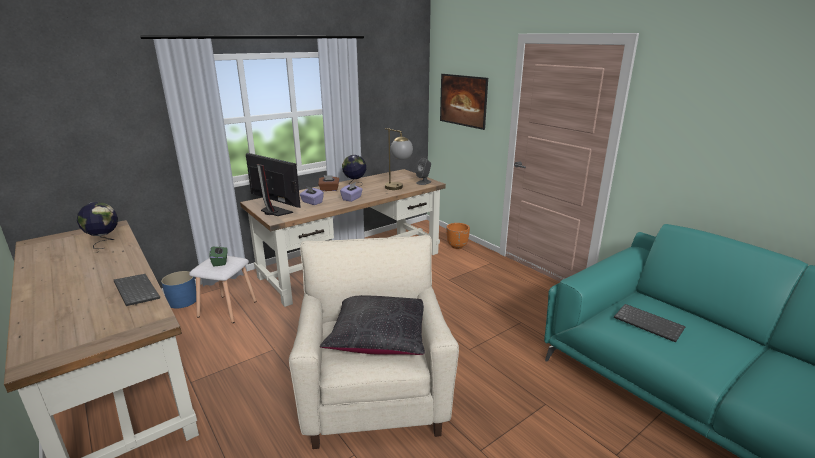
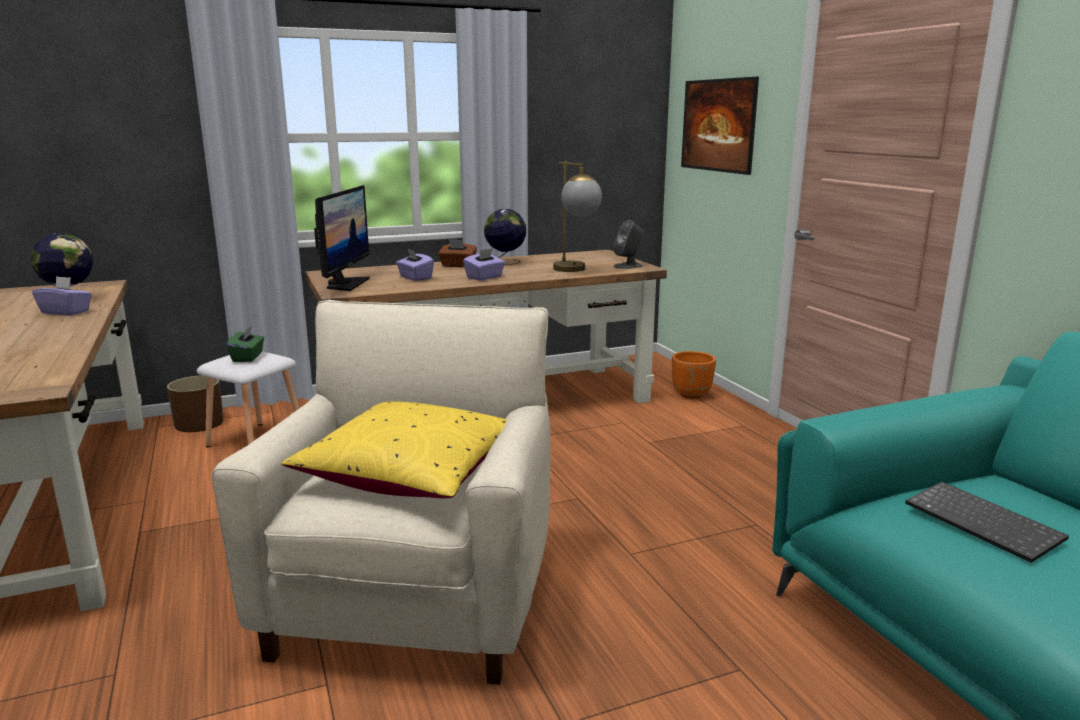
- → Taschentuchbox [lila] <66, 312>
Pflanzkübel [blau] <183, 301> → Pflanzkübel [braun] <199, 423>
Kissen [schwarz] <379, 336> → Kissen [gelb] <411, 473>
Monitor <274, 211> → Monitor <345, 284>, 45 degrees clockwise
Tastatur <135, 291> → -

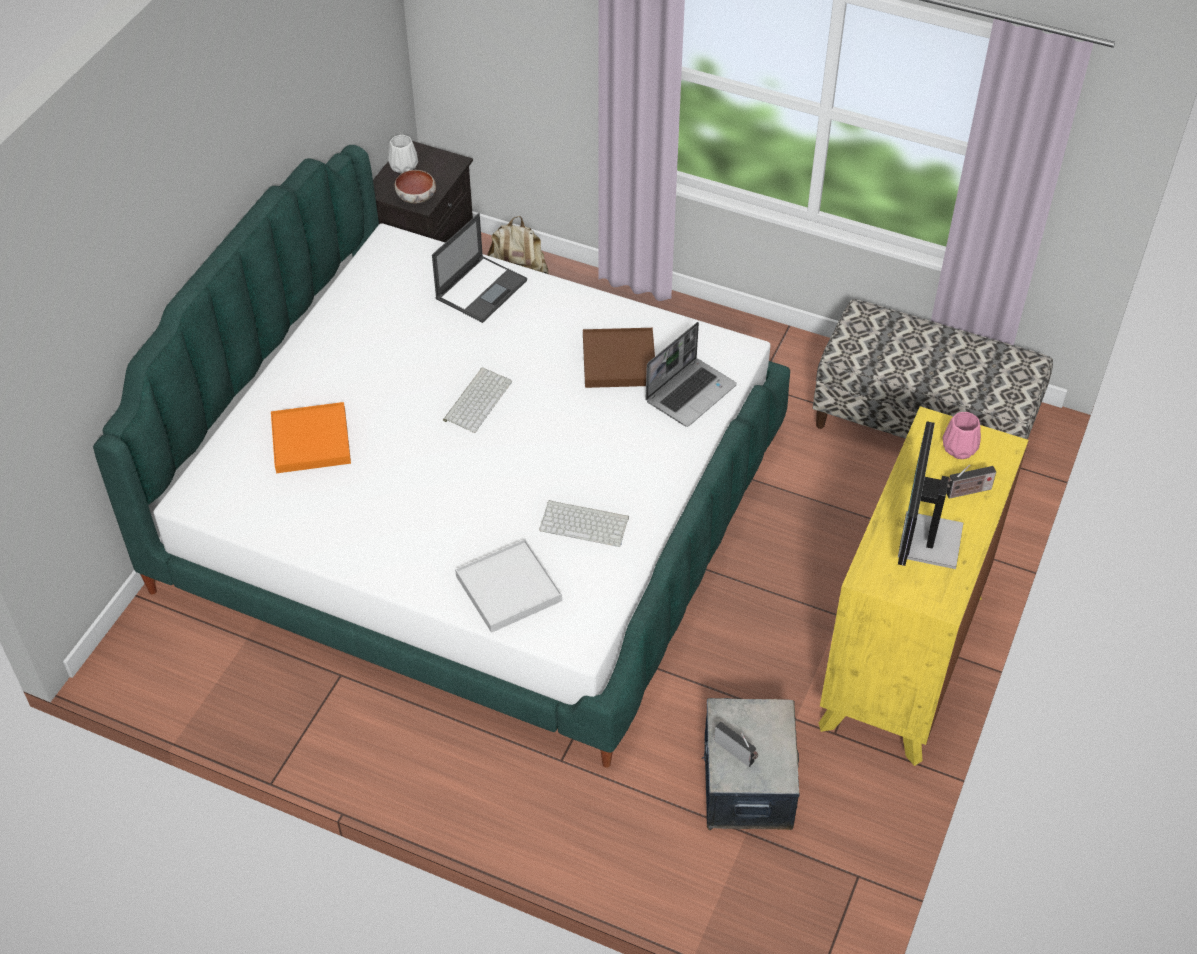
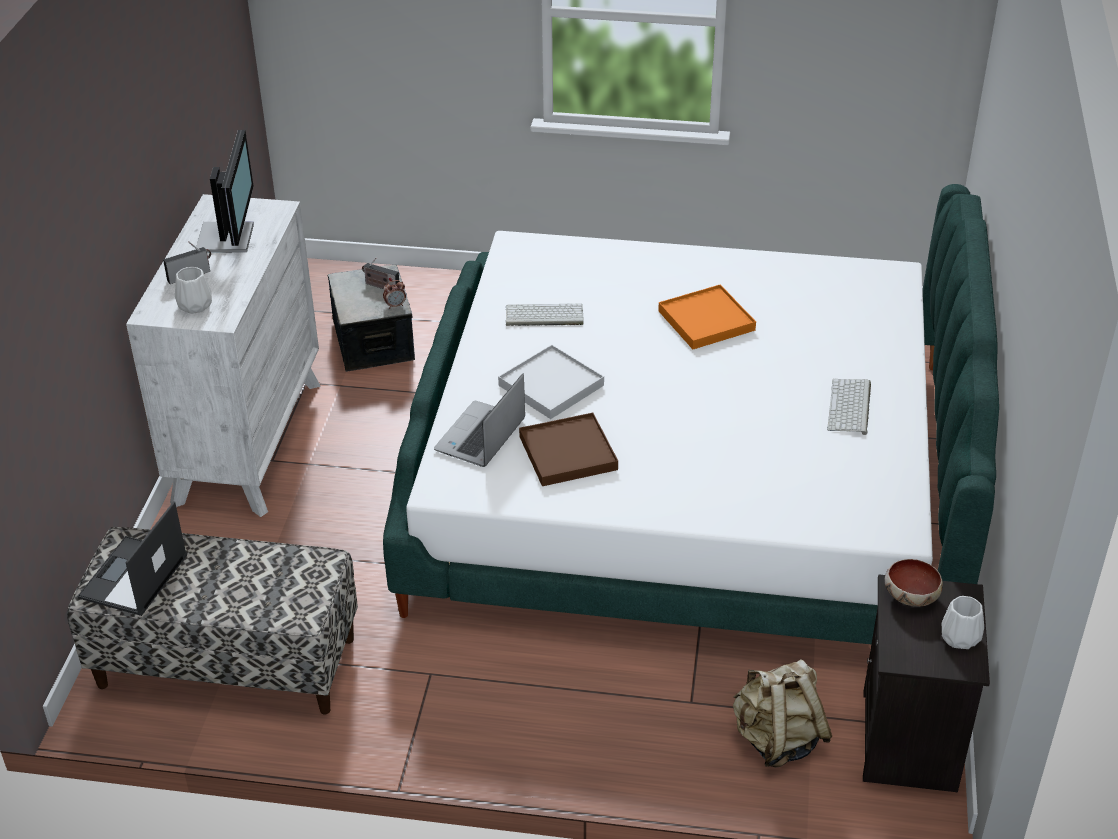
Laptop <481, 289> → Laptop <133, 577>, moved
Kommode [gelb] <902, 659> → Kommode [weiß] <248, 441>
Vase [rosa] <960, 448> → Vase [weiß] <194, 305>
- → Wecker <395, 305>
Tablett [weiß] <509, 588> → Tablett [weiß] <550, 385>, moved
Tablett [orange] <311, 441> → Tablett [orange] <706, 321>, moved
Tastatur <477, 399> → Tastatur <850, 407>, moved

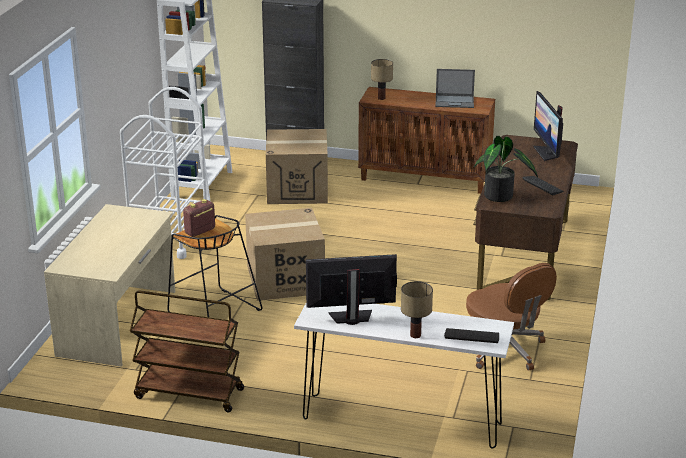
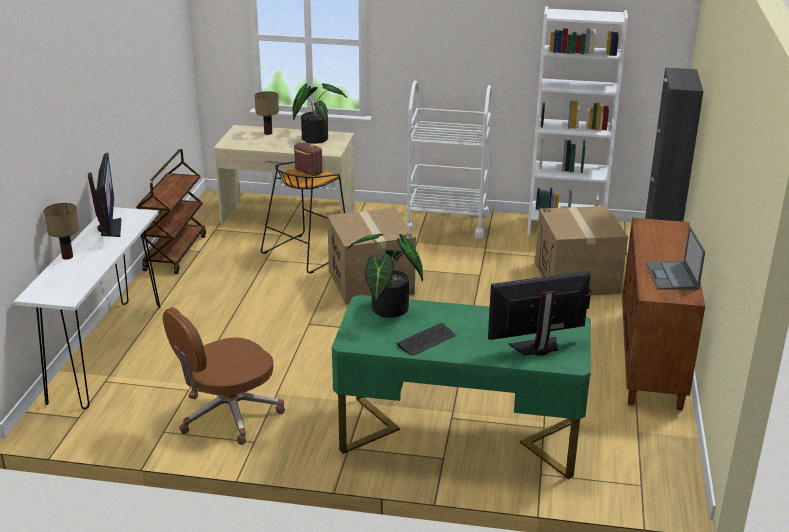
Tischlampe <381, 98> → Tischlampe <268, 133>, moved
- → Topfpflanze <315, 138>
Schreibtisch [braun] <523, 254> → Schreibtisch [grün] <459, 436>
Tastatur <472, 336> → -

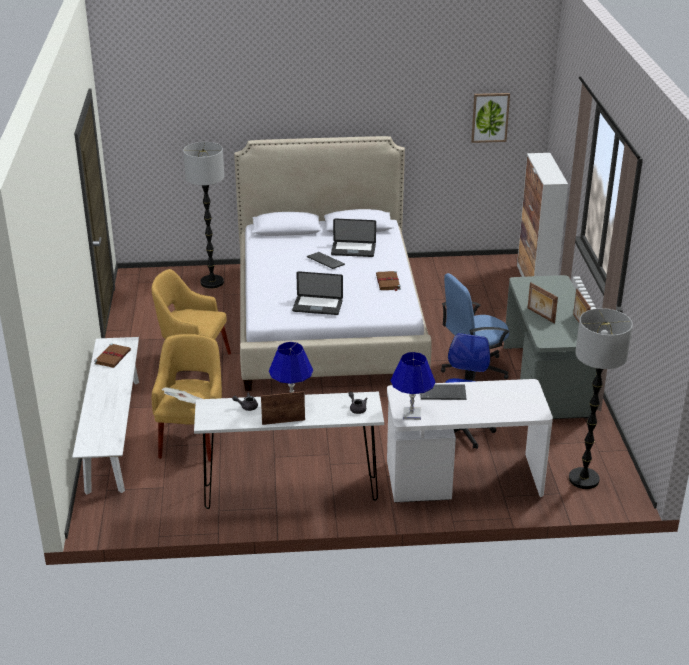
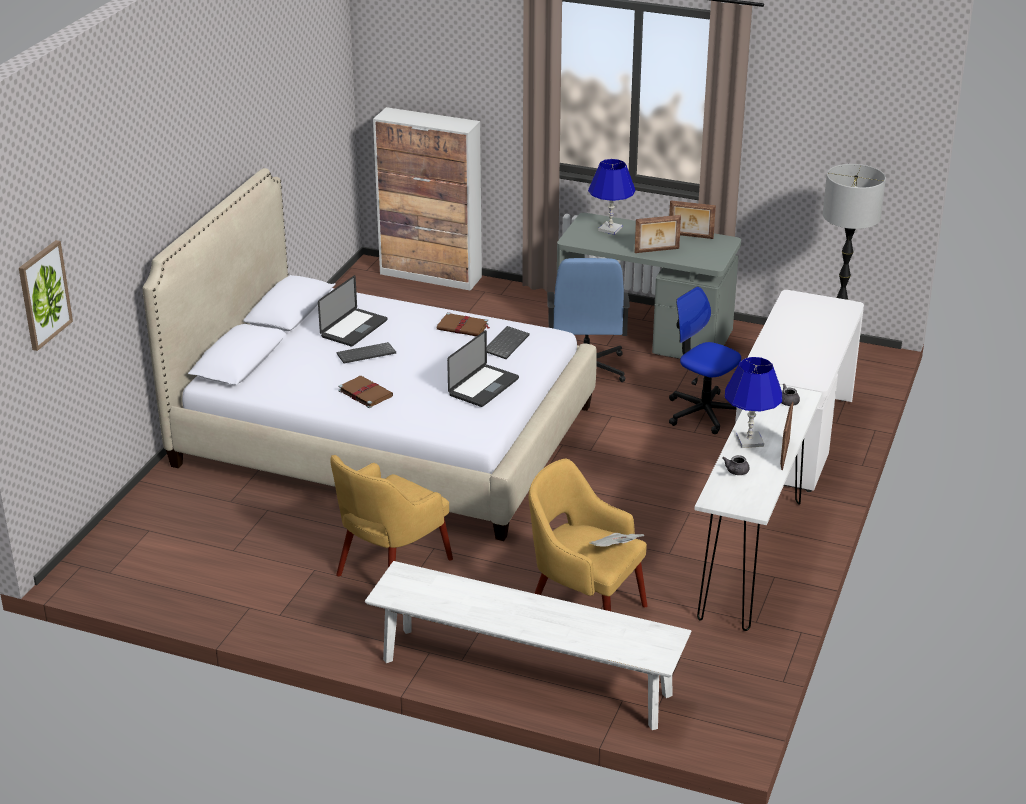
Bild <490, 117> → Bild <44, 294>, moved
Buch [braun] <113, 356> → Buch [braun] <364, 393>, moved
Tastatur <443, 393> → Tastatur <505, 343>, moved
Tischlampe [blau] <411, 414> → Tischlampe [blau] <610, 229>, moved
Stehlampe <212, 282> → -

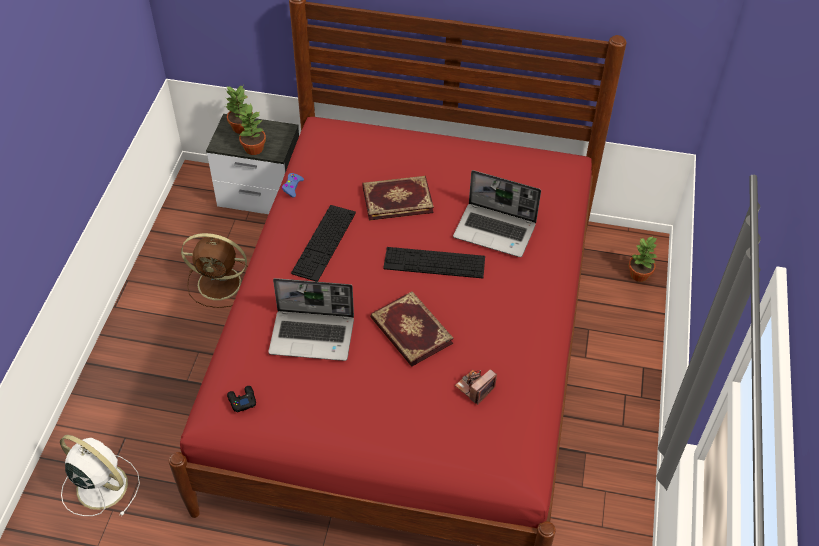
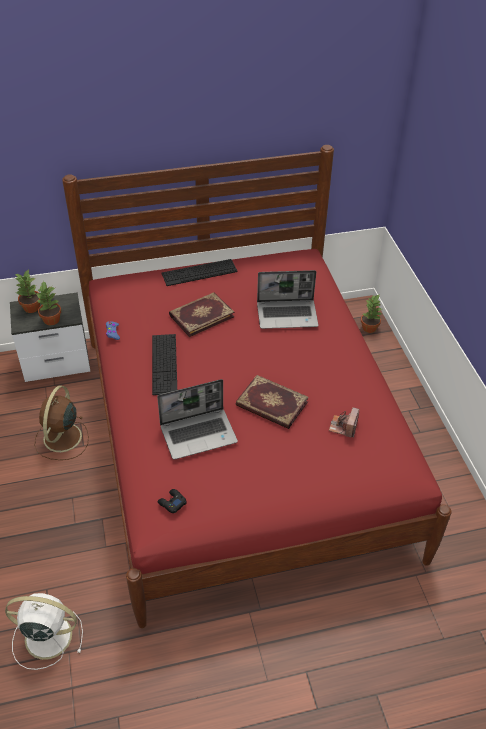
Ventilator [braun] <221, 283> → Ventilator [braun] <62, 439>, 120 degrees clockwise
Tastatur <434, 263> → Tastatur <199, 272>, moved

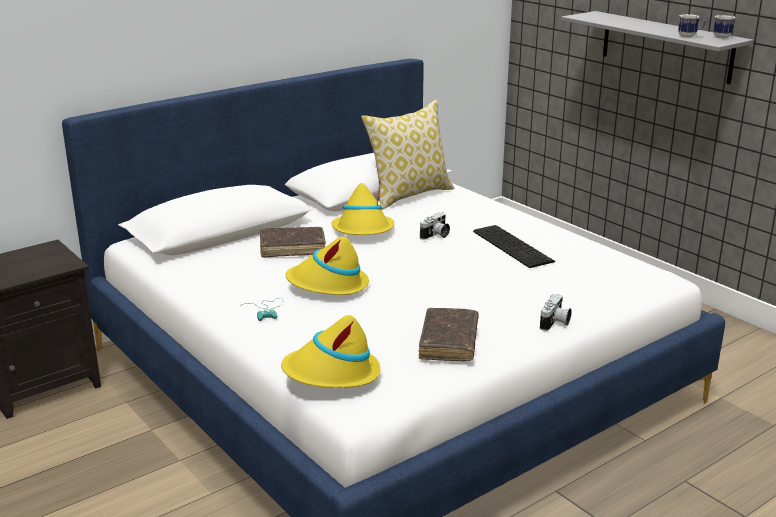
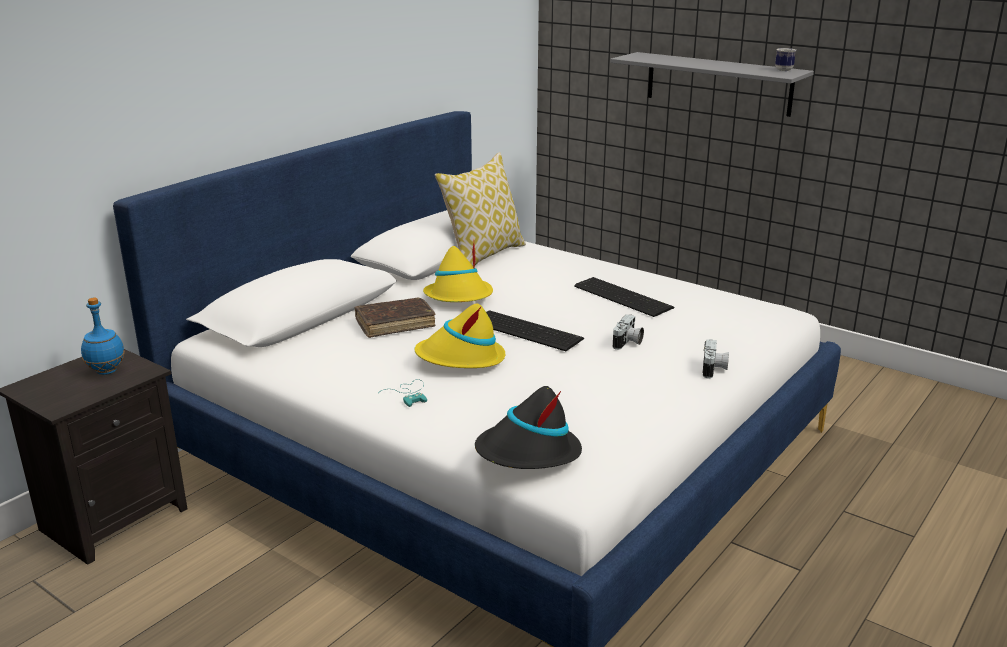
- → Flasche [blau] <106, 371>
Hut [gelb] <332, 373> → Hut [schwarz] <528, 453>
- → Tastatur <526, 329>
Kamera <435, 235> → Kamera <628, 343>, moved
Buch [braun] <448, 342> → -
Henkelbecher <689, 36> → -

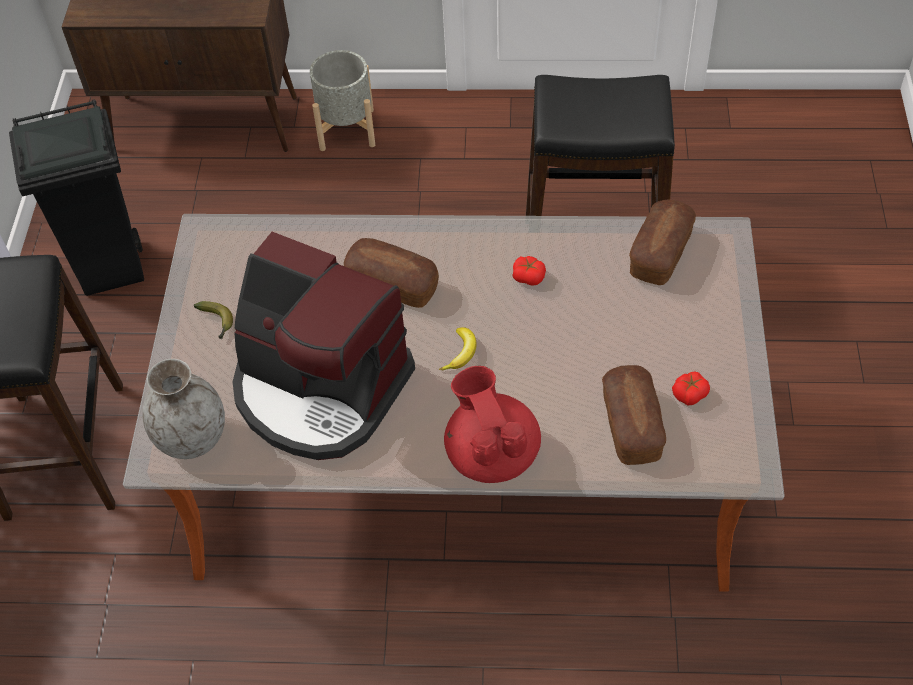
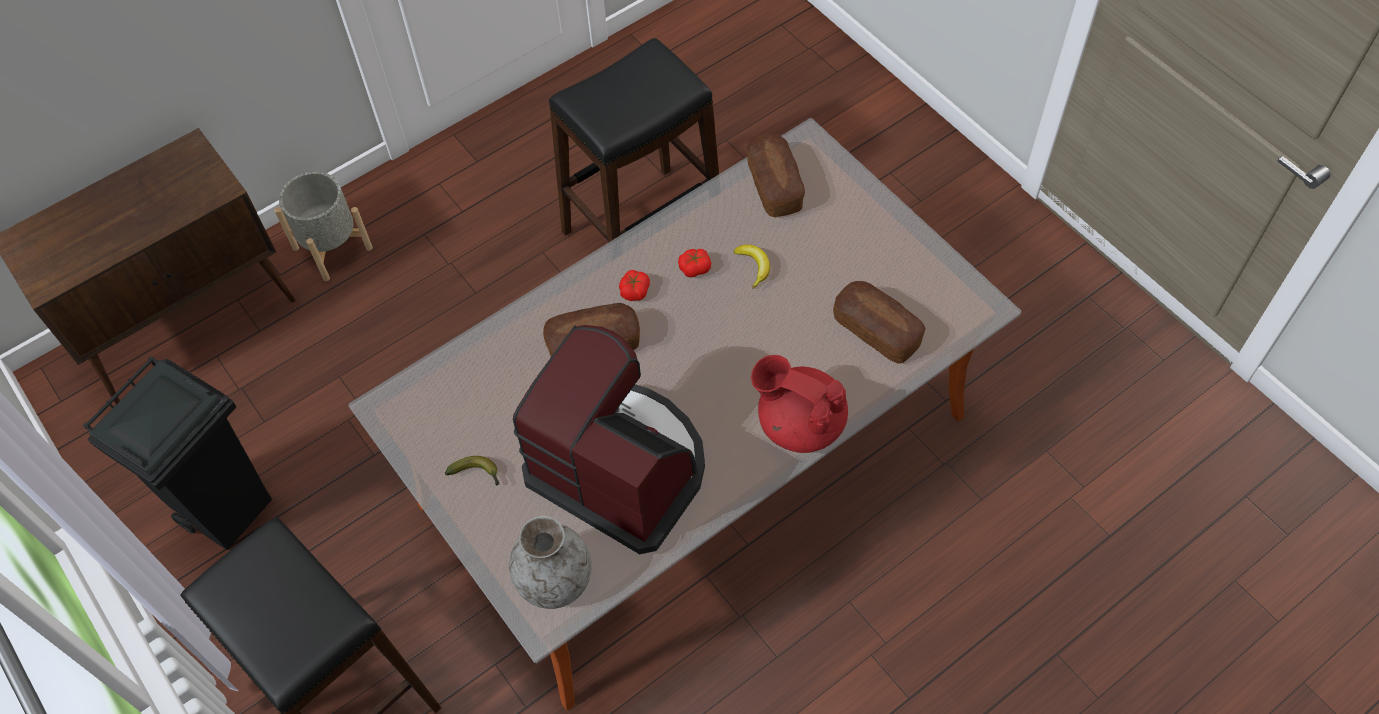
Kaffeemaschine <320, 389> → Kaffeemaschine <620, 468>, 135 degrees counterclockwise
Tomate <689, 394> → Tomate <634, 291>, moved
Banane <461, 353> → Banane <753, 266>, moved

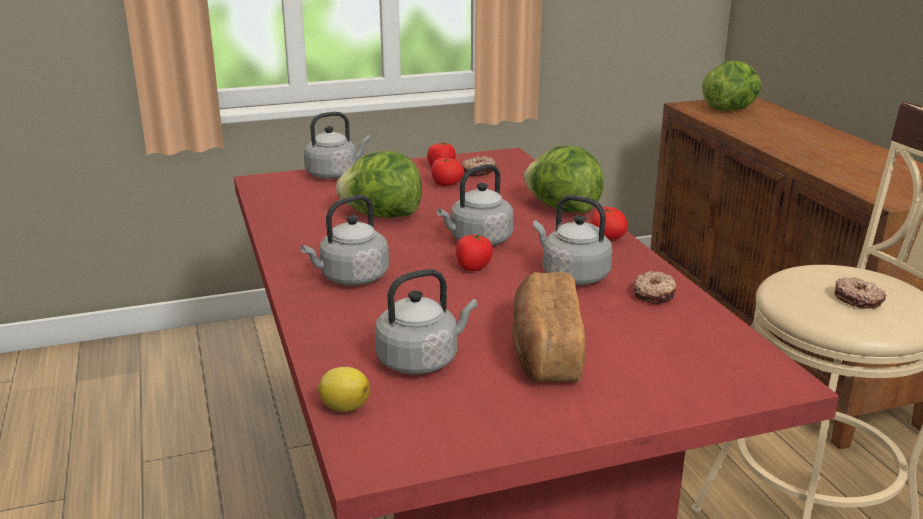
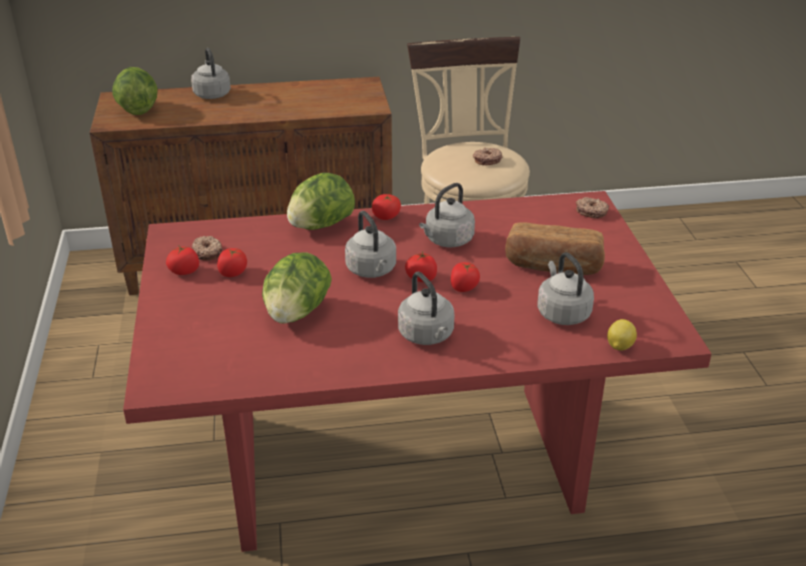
Wasserkessel [grau] <335, 174> → Wasserkessel [grau] <212, 94>, moved
- → Tomate <464, 287>
Donut <655, 294> → Donut <591, 212>, moved

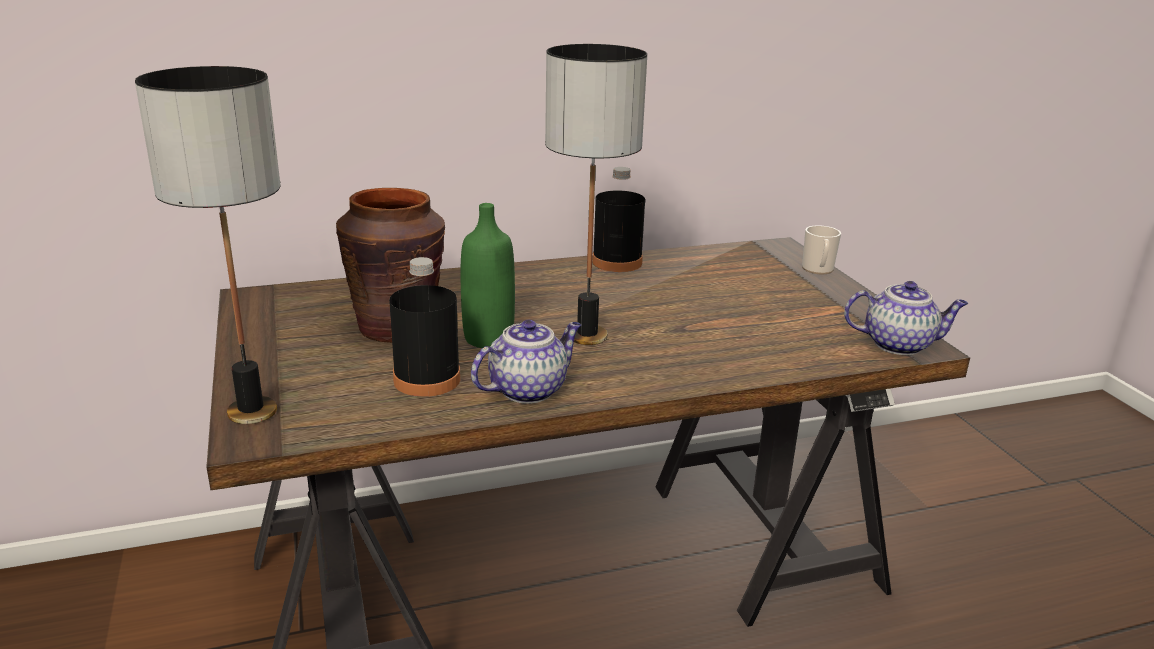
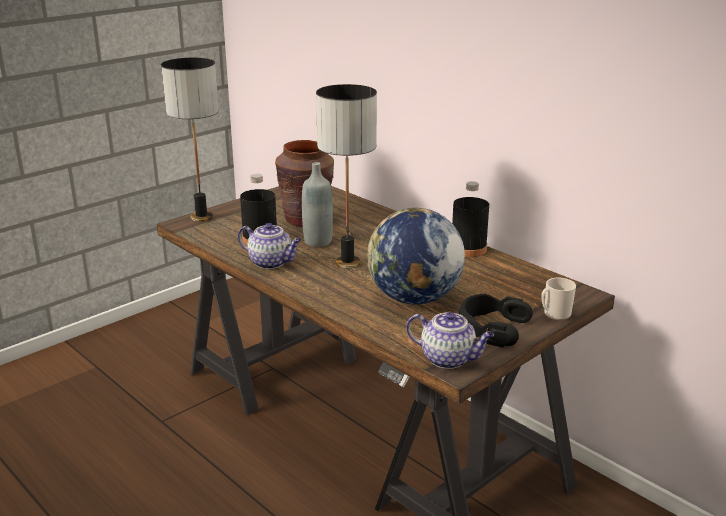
Flasche [grün] <488, 338> → Flasche [grau] <318, 241>
- → Globus <413, 298>
Teekanne <899, 344> → Teekanne <449, 359>, 45 degrees counterclockwise
- → Kopfhörer [schwarz] <491, 328>

